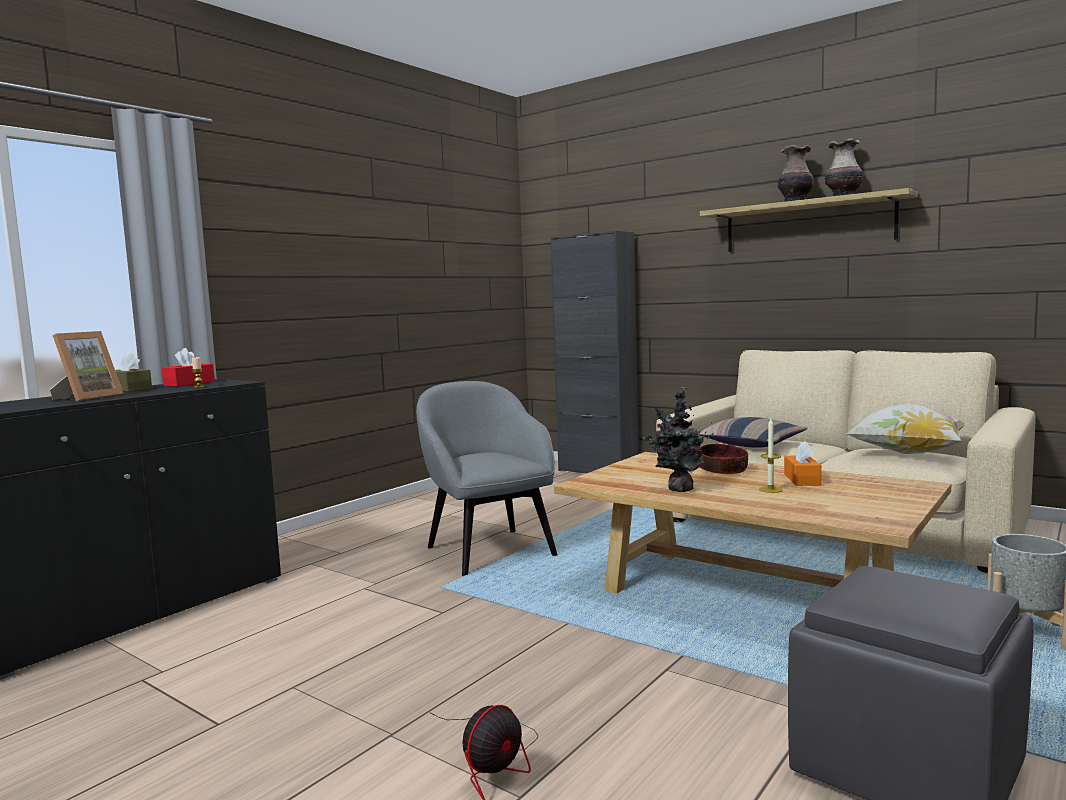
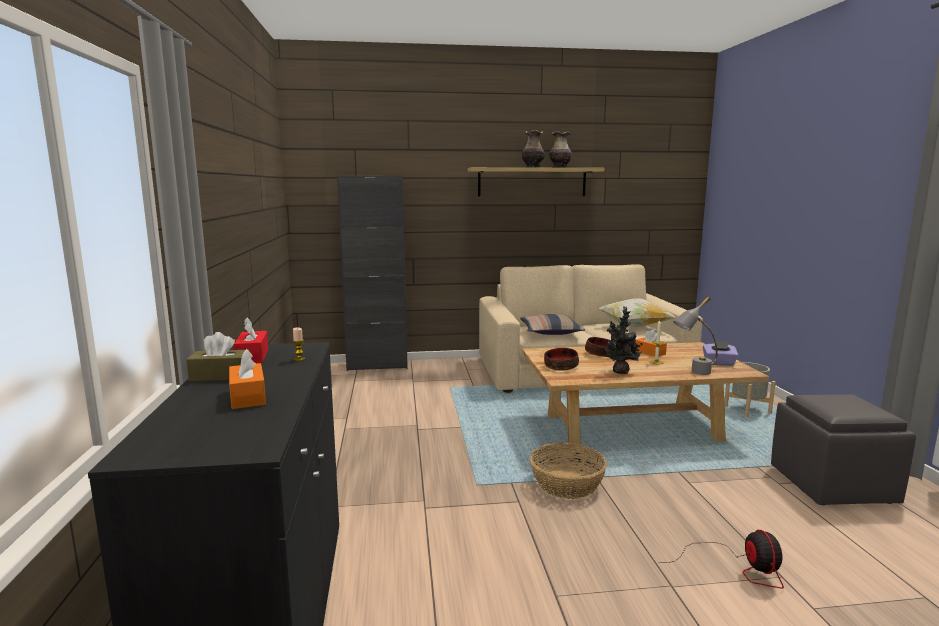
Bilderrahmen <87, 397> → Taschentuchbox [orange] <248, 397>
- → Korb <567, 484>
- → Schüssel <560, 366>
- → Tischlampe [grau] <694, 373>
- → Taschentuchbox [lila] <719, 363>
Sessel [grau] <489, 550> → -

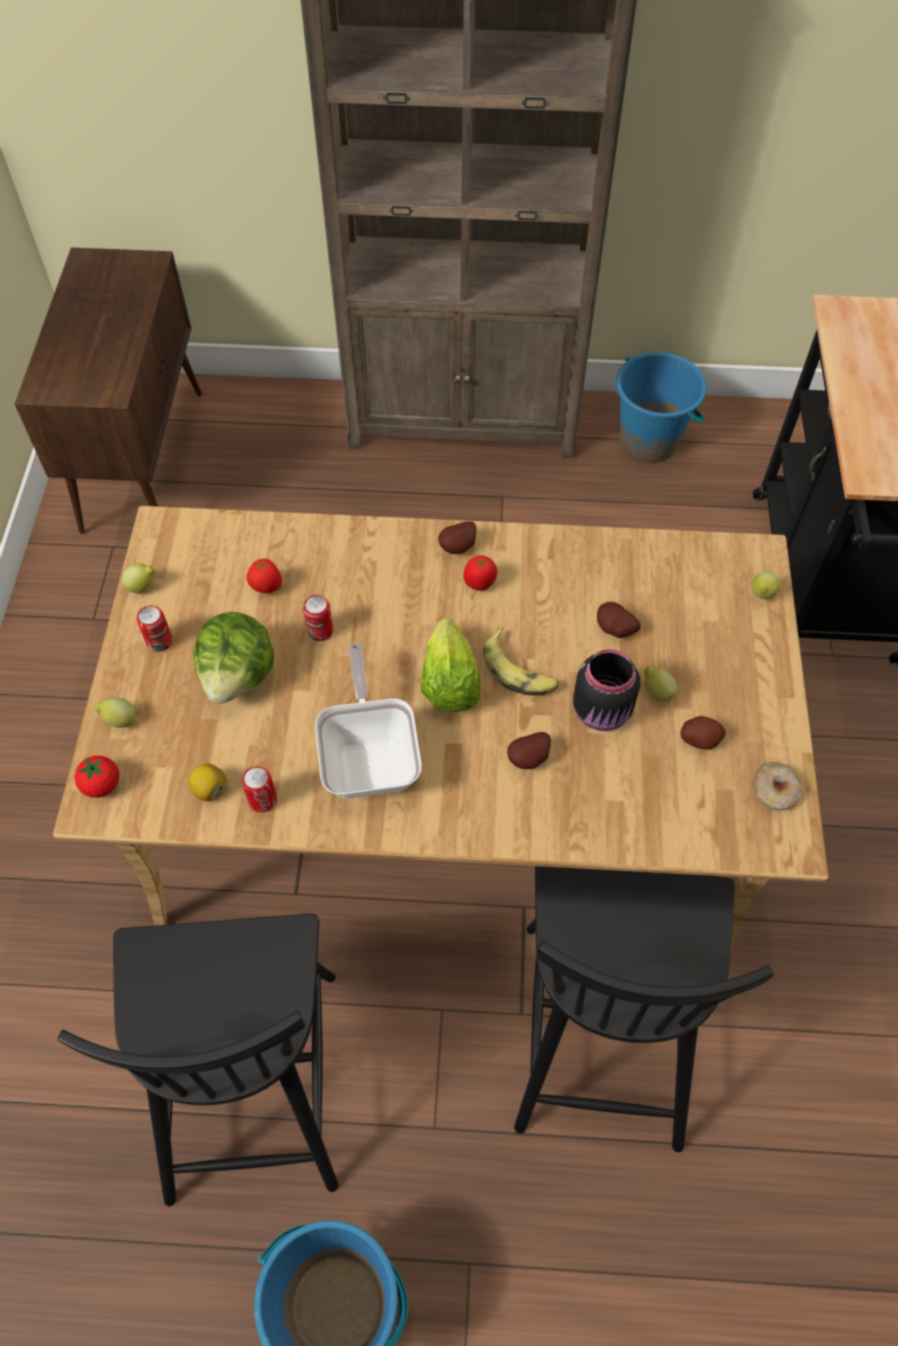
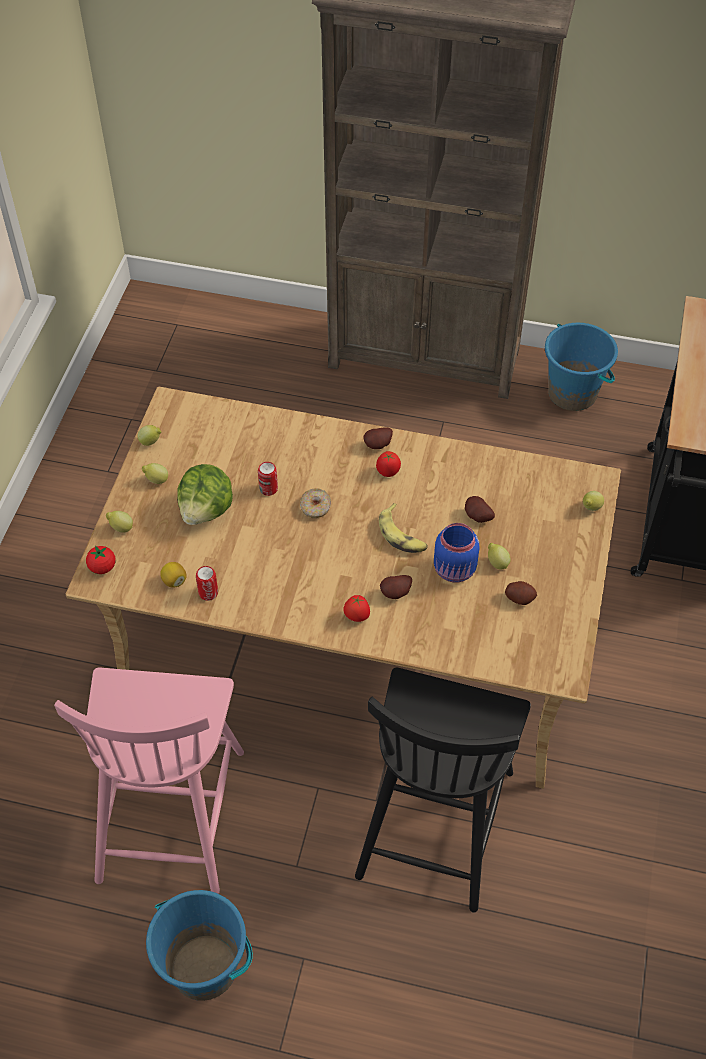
Stuhl [schwarz] <252, 1077> → Stuhl [rosa] <171, 810>
Dose <159, 641> → Zitrone <156, 480>
Donut <774, 791> → Donut <315, 507>, moved
Tomate <266, 588> → Tomate <356, 617>, moved
Vorratsglas [schwarz] <602, 712> → Vorratsglas [blau] <455, 570>
Schrank [braun] <143, 459> → -
Pfanne <370, 756> → -
Salatkopf <449, 683> → -

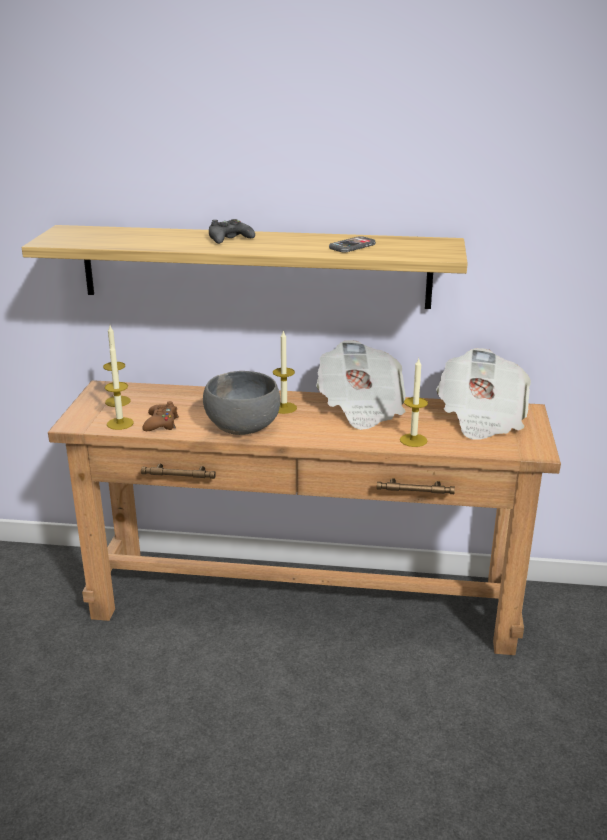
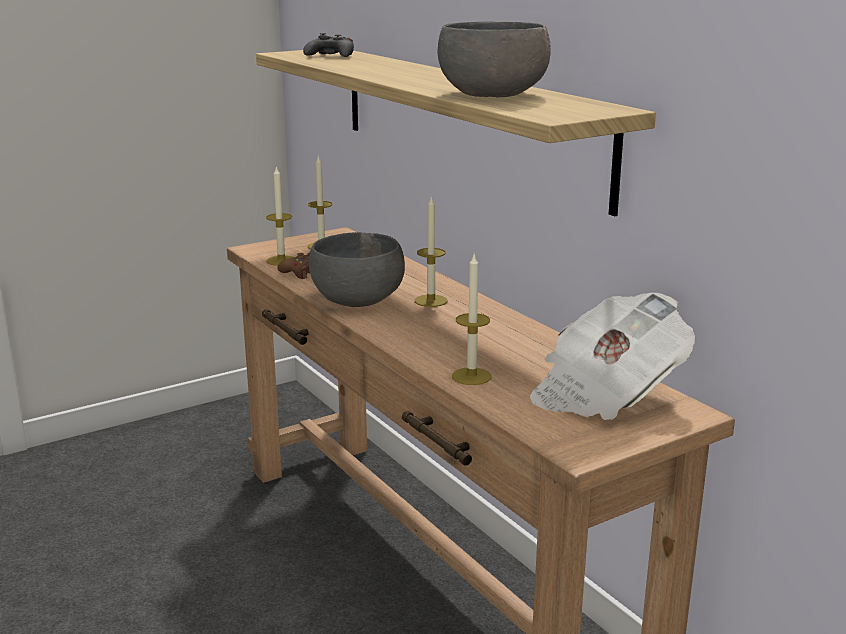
Gamepad [schwarz] <229, 239> → Gamepad [schwarz] <331, 56>, moved
Handy <352, 246> → Schüssel [grau] <493, 94>
Zeitung <361, 408> → -

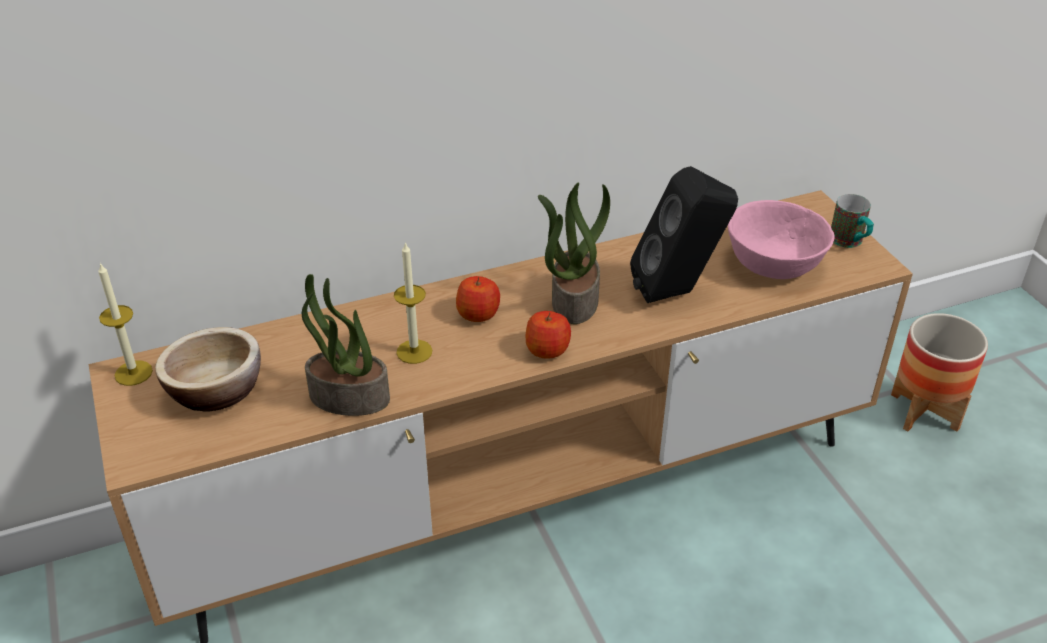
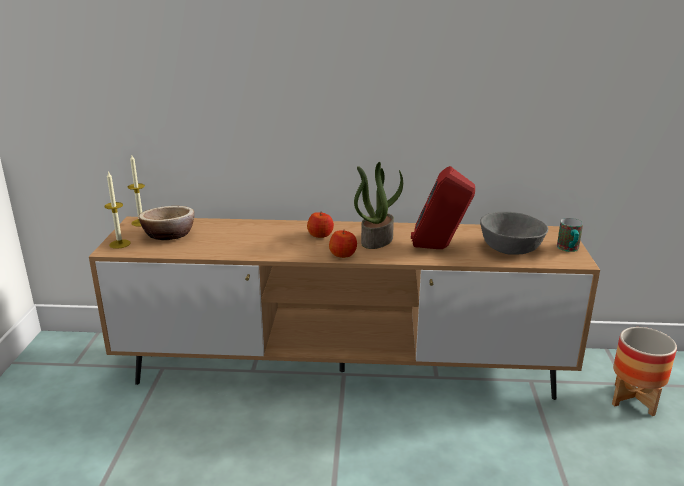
Kerze <414, 351> → Kerze <120, 244>, moved
Lautsprecher [schwarz] <678, 292> → Lautsprecher [rot] <439, 248>
Schüssel [rosa] <774, 262> → Schüssel [grau] <510, 248>
Topfpflanze <348, 398> → -

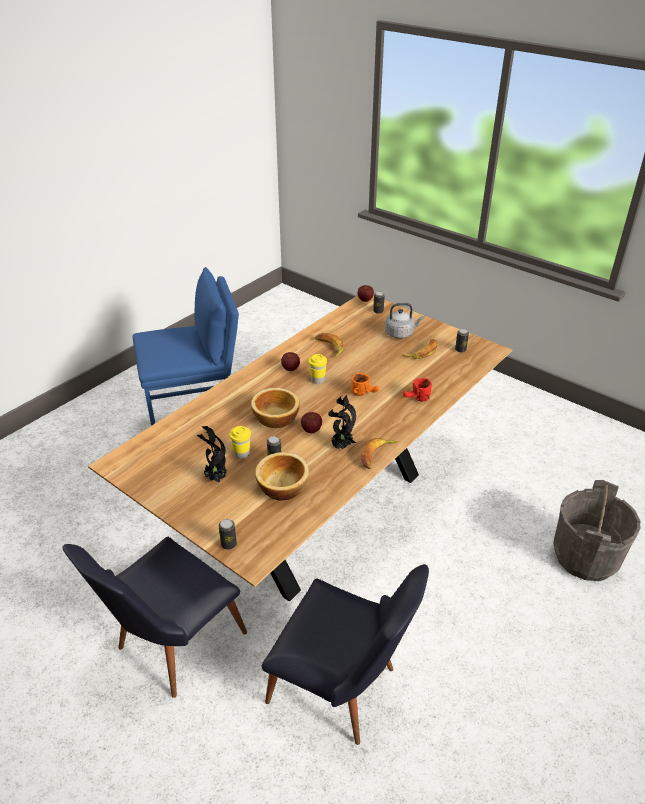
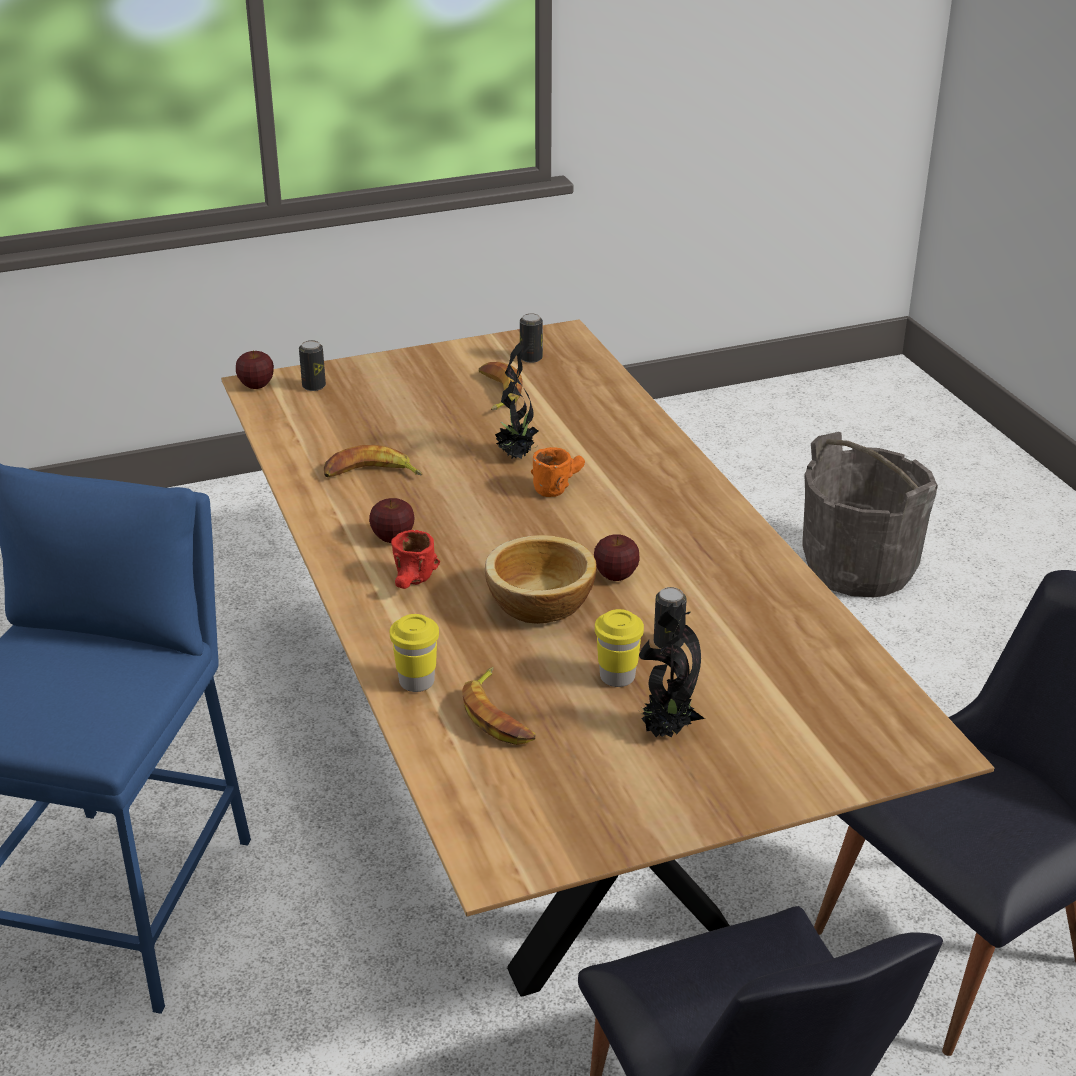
Tasse [gelb] <317, 380> → Tasse [gelb] <416, 682>, moved
Henkelbecher [rot] <416, 399> → Henkelbecher [rot] <413, 583>, moved
Banane <377, 455> → Banane <499, 715>, moved
Topfpflanze <341, 446> → Topfpflanze <516, 456>, moved
Dose <229, 544> → -
Schüssel <282, 486> → -
Wasserkessel [grau] <400, 333> → -

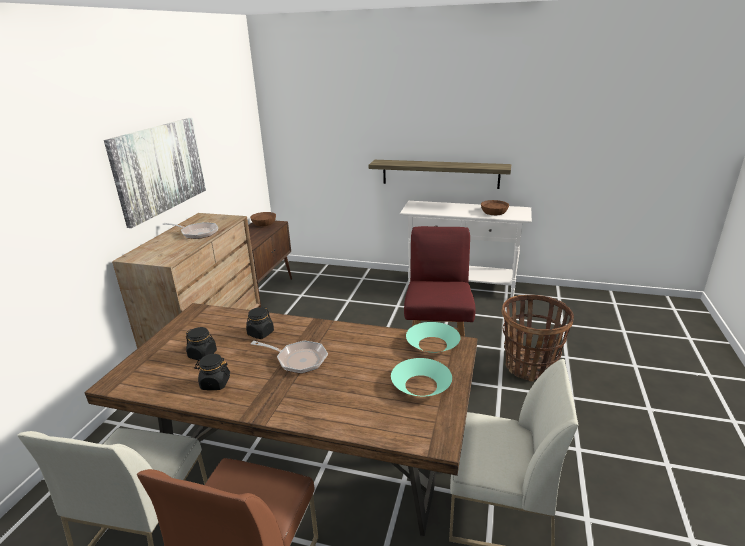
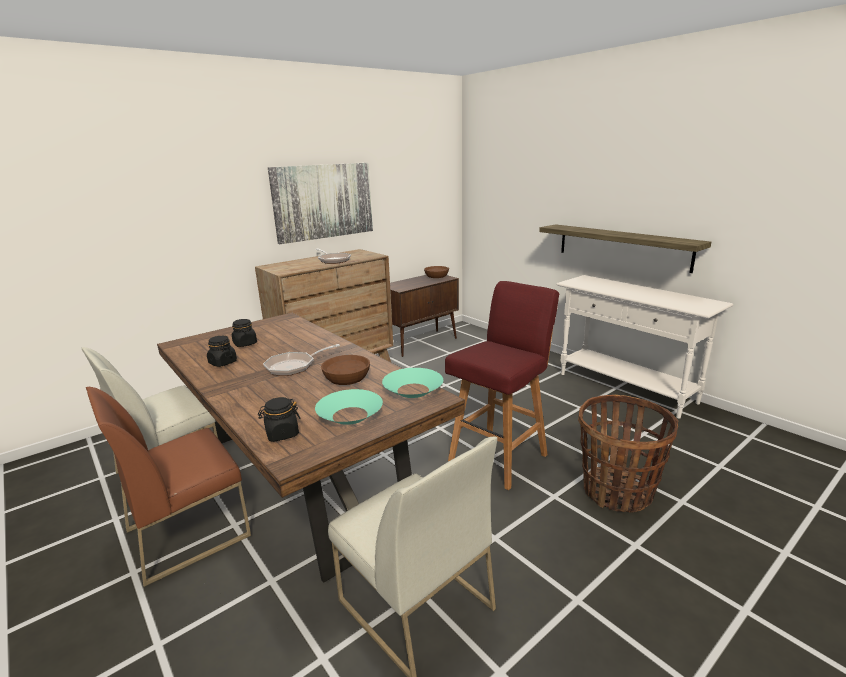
Vorratsglas [schwarz] <260, 333> → Vorratsglas [schwarz] <282, 434>, moved
Pfanne <298, 360> → Pfanne <294, 366>, 90 degrees clockwise
Schüssel [braun] <494, 212> → Schüssel [braun] <346, 378>, moved

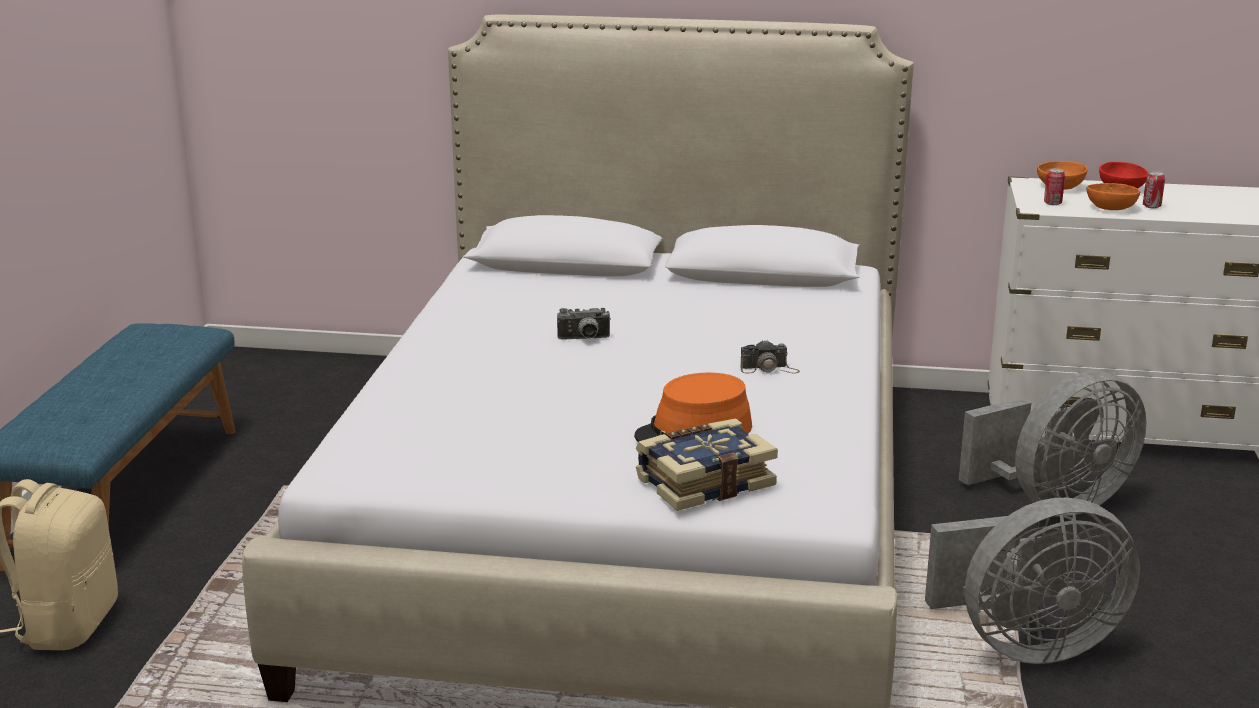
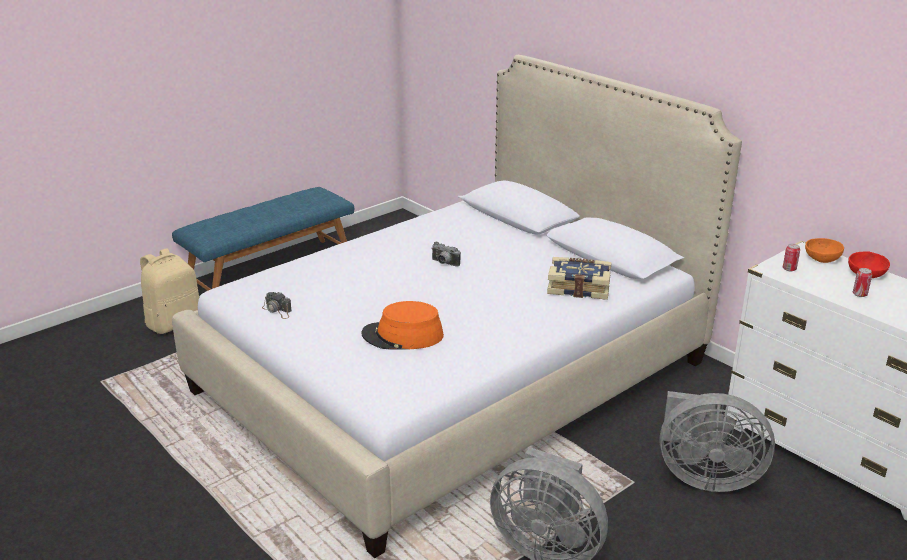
Kamera <769, 369> → Kamera <277, 310>, moved
Buch <703, 482> → Buch <579, 287>, moved
Schüssel [orange] <1110, 208> → -

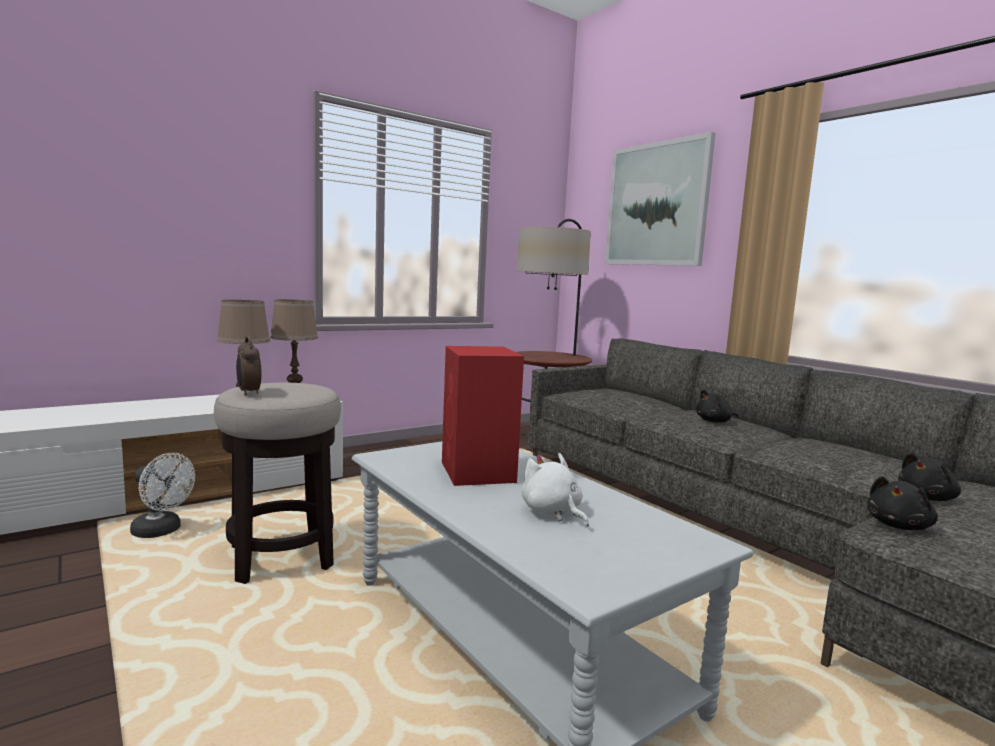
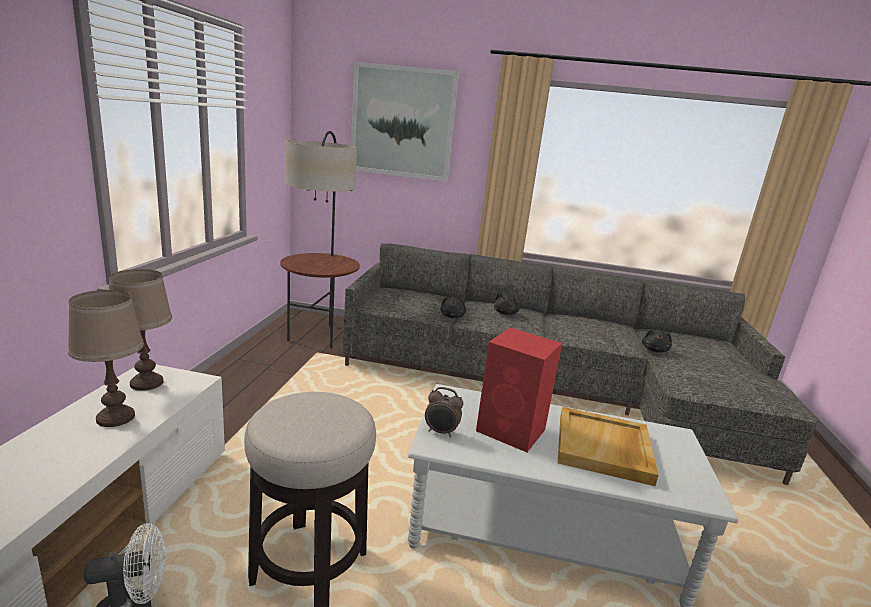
Wecker <248, 393> → Wecker <441, 432>, moved
Plüschtier [schwarz] <899, 526> → Plüschtier [schwarz] <452, 316>, moved
Plüschtier [weiß] <552, 513> → Tablett [beige] <604, 448>

